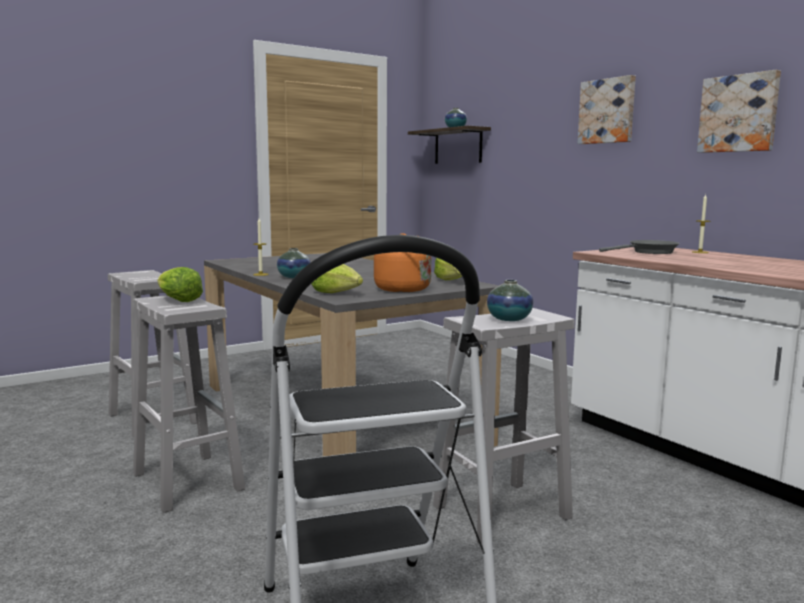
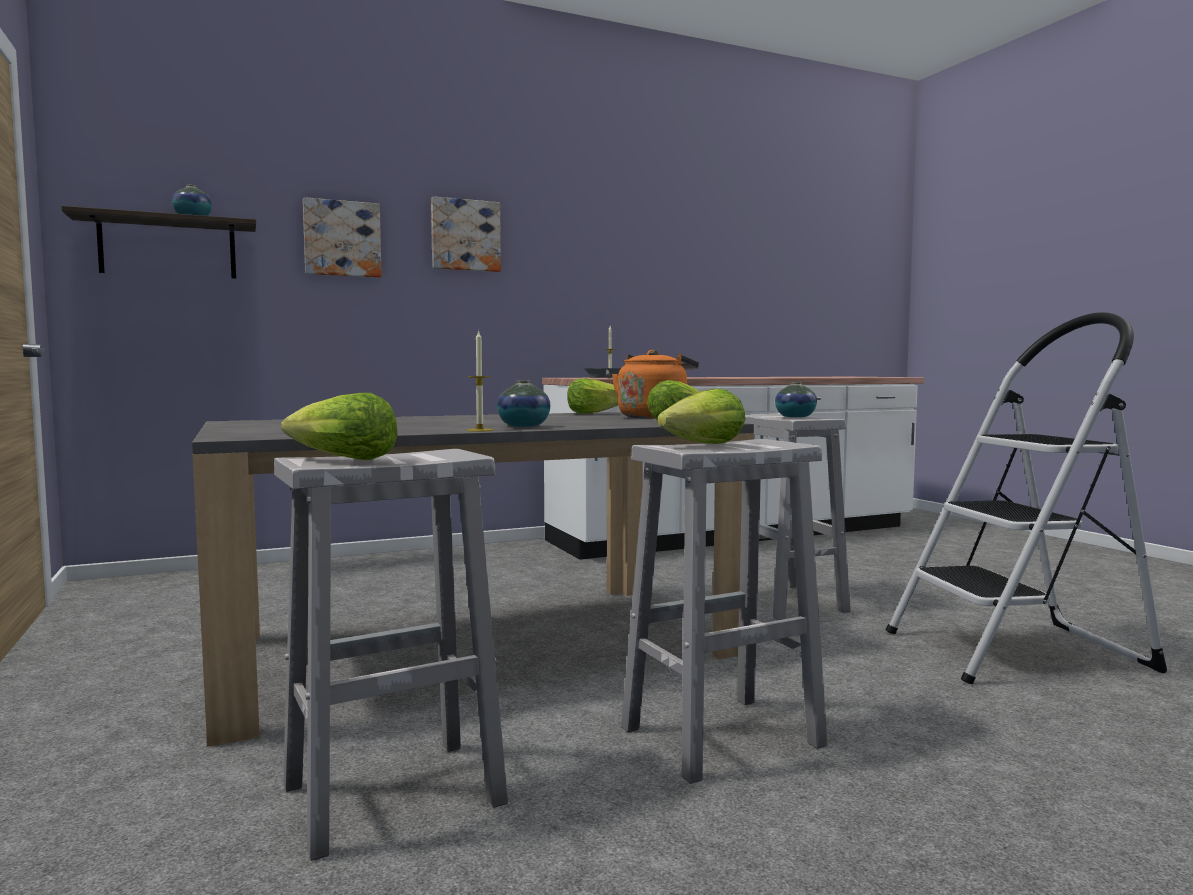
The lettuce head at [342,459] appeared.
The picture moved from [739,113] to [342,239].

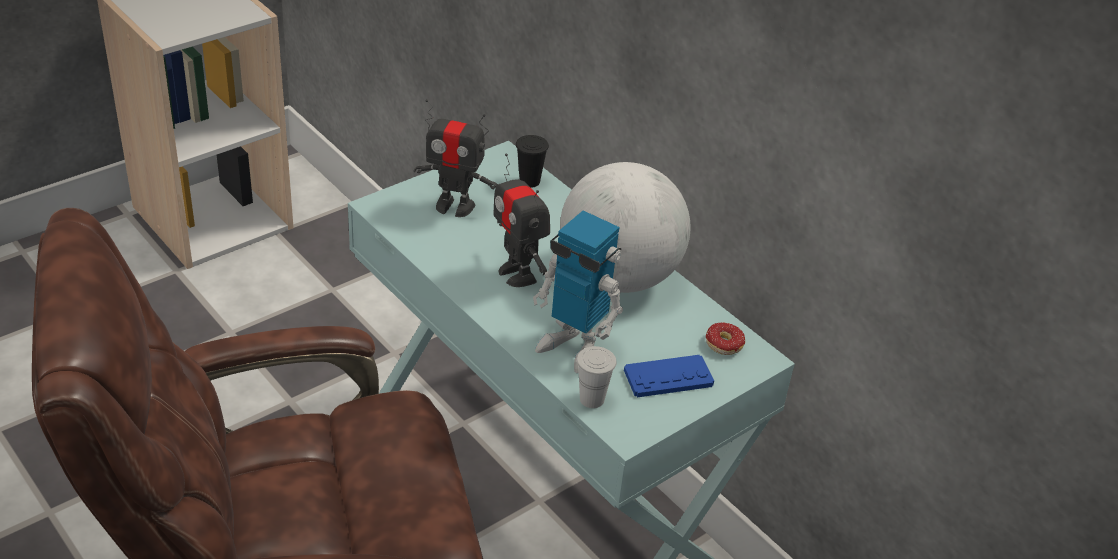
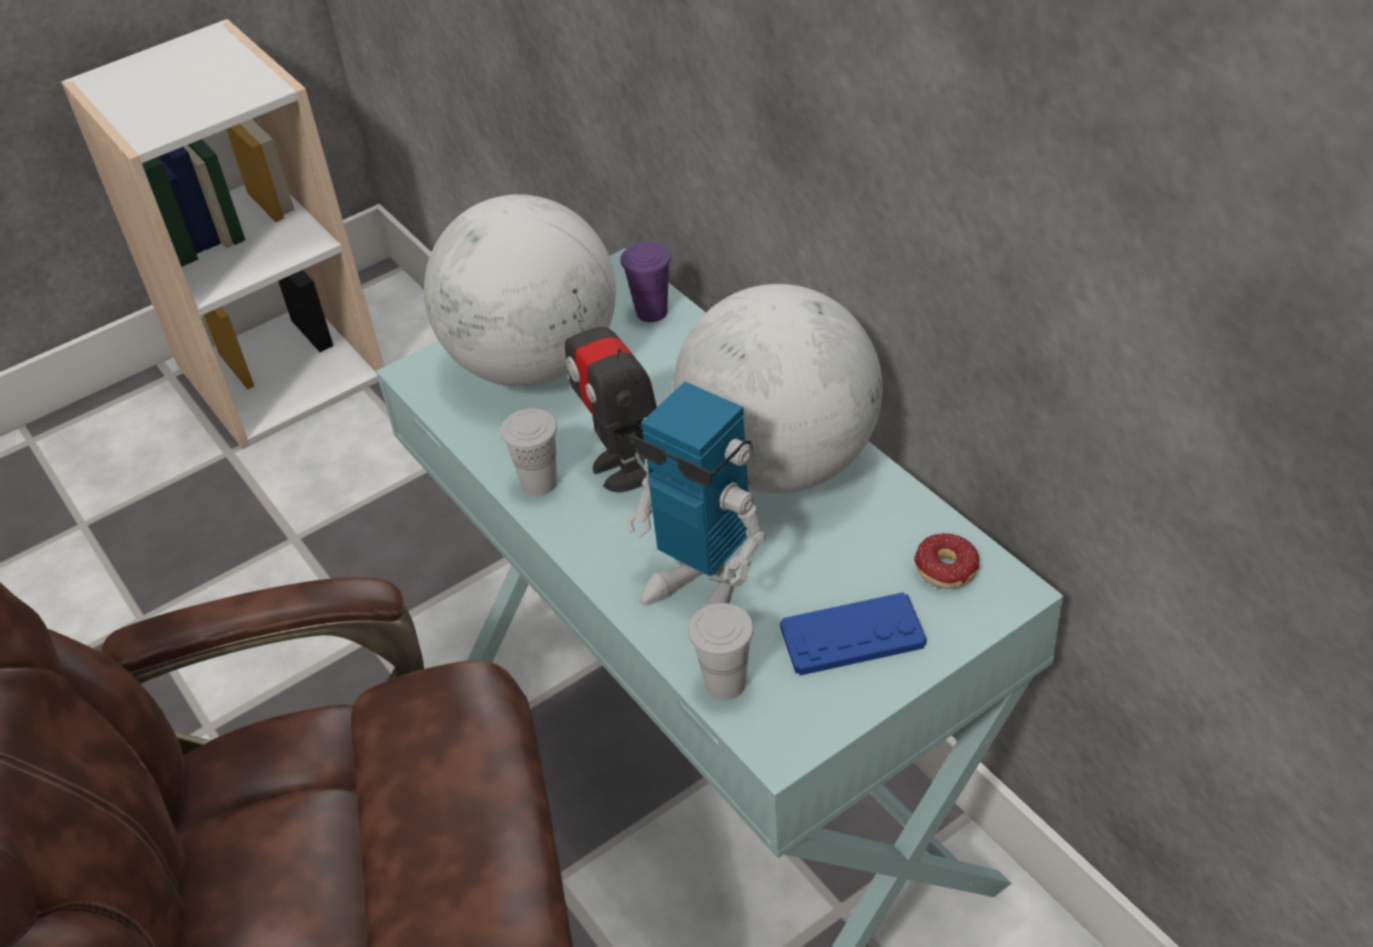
The white small cup at [539,483] appeared.
The toy robot at [454,206] was replaced by the desk globe at [535,363].
The black small cup at [529,181] became the purple-coloured small cup at [651,312].

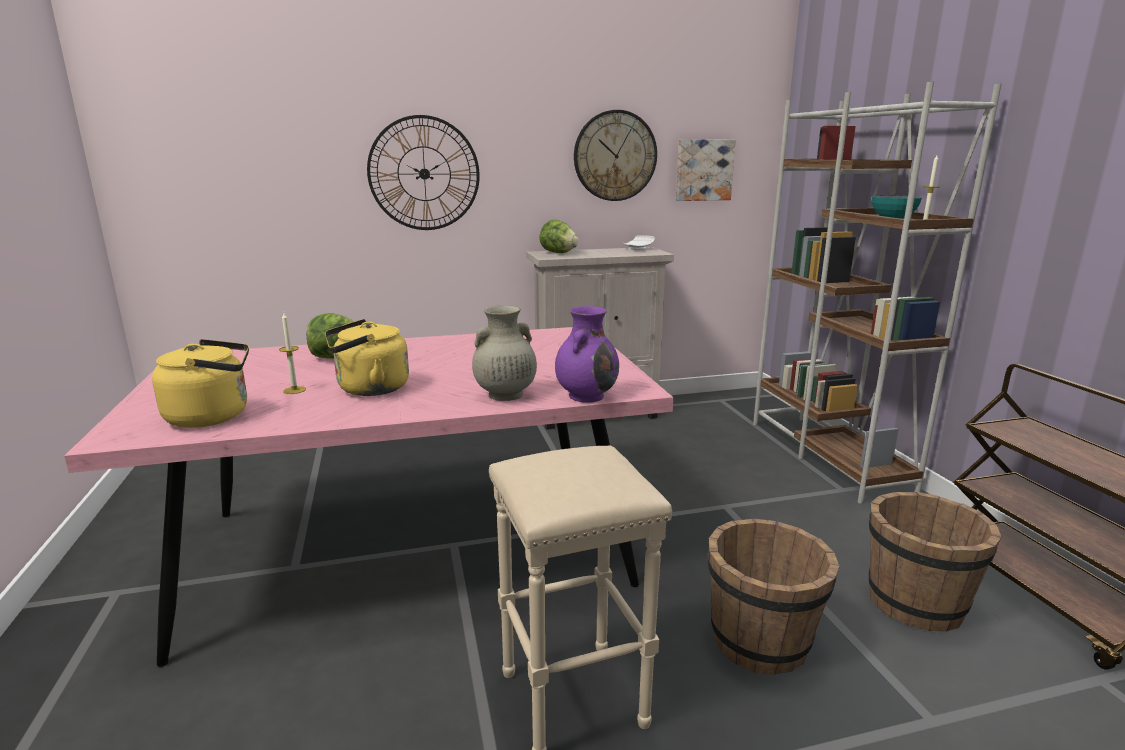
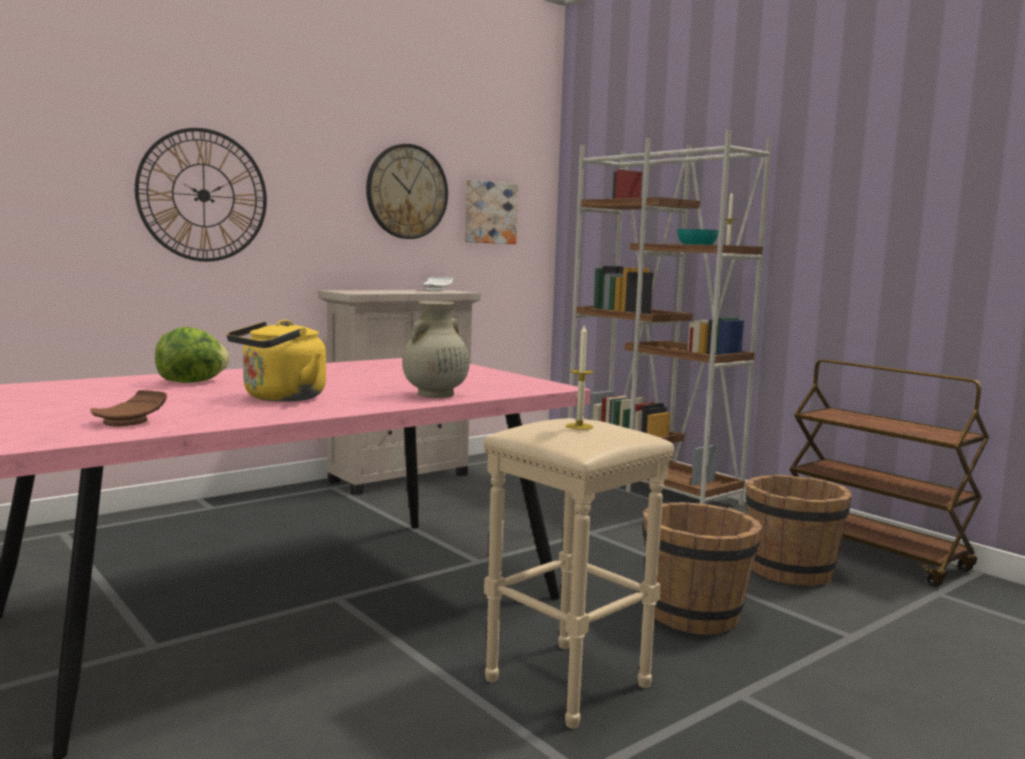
The lettuce head at [558,253] disappeared.
The purple-coloured vase at [586,396] disappeared.
The candle moved from [294,390] to [579,426].
The yellowish kettle at [214,416] was replaced by the brownish flat dish at [131,422].

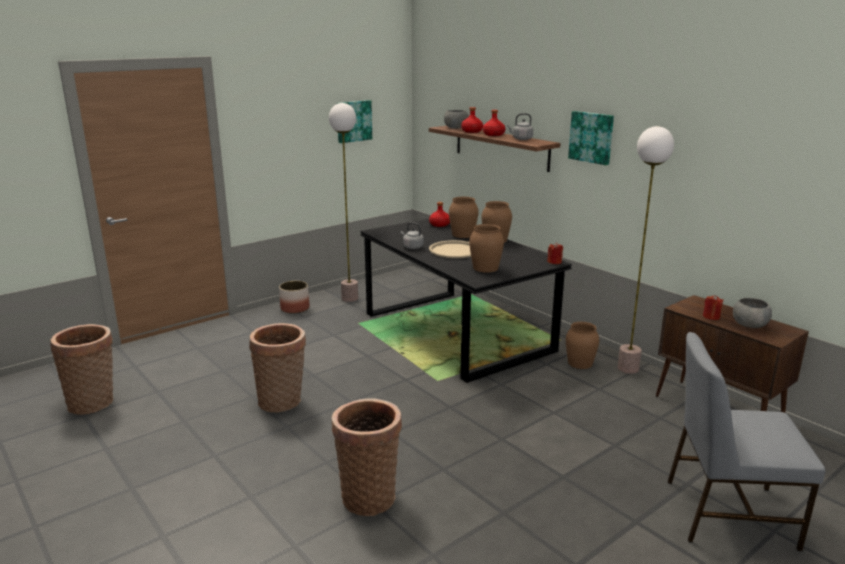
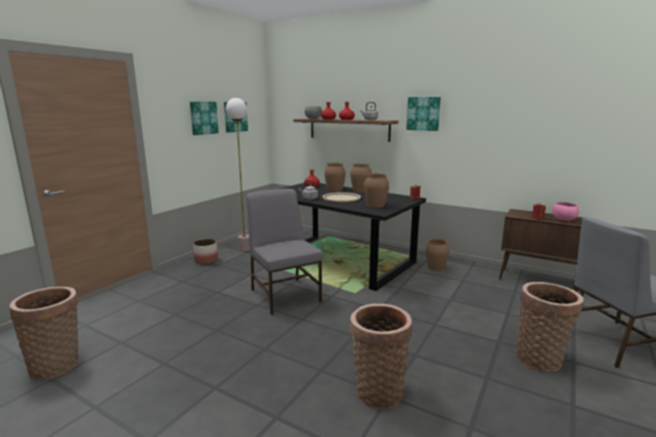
The floor lamp at [628,368] disappeared.
The picture at [203,118] appeared.
The grey plain chair at [285,295] appeared.
The storage basket moved from [282,401] to [540,358].
The grey serving bowl at [749,325] became the pink serving bowl at [563,219].

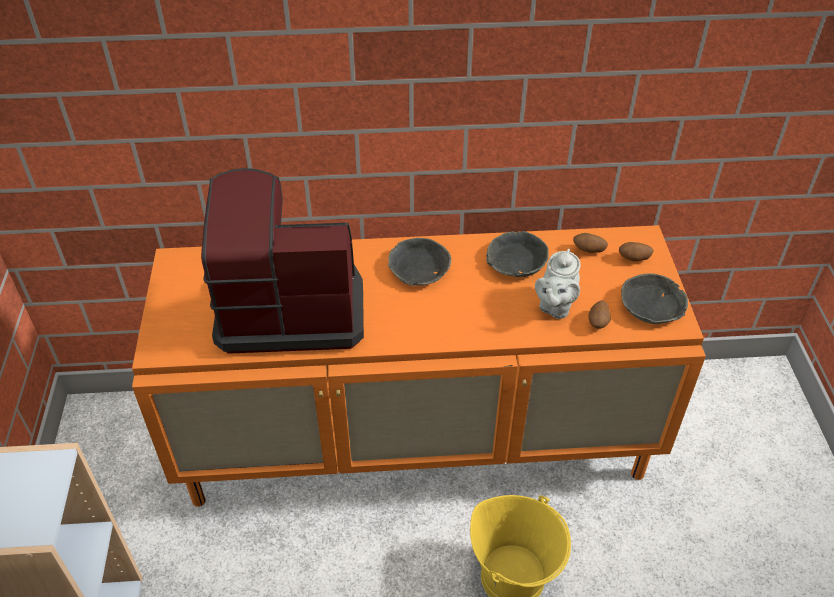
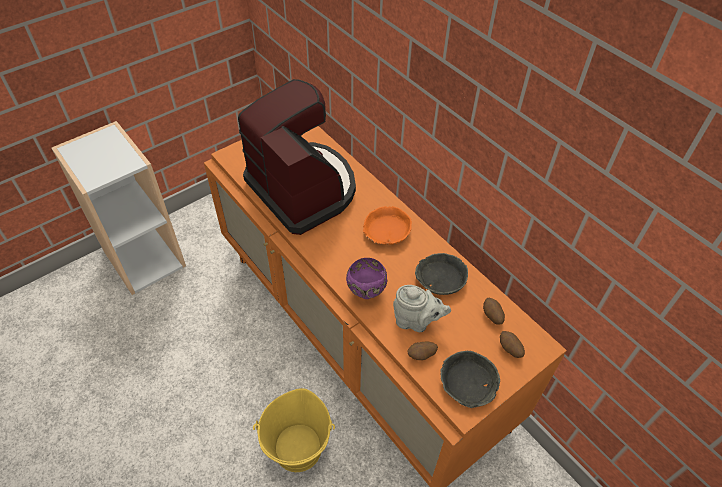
The purple-coloured serving bowl at [366,292] appeared.
The grey serving bowl at [419,269] became the orange-coloured serving bowl at [386,231].
The grey teapot at [555,306] turned 150 degrees counterclockwise.

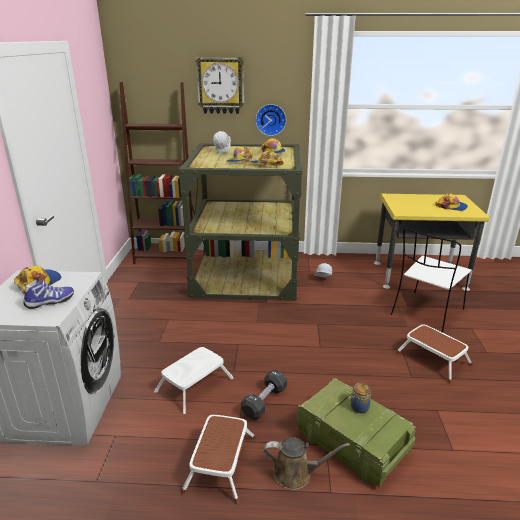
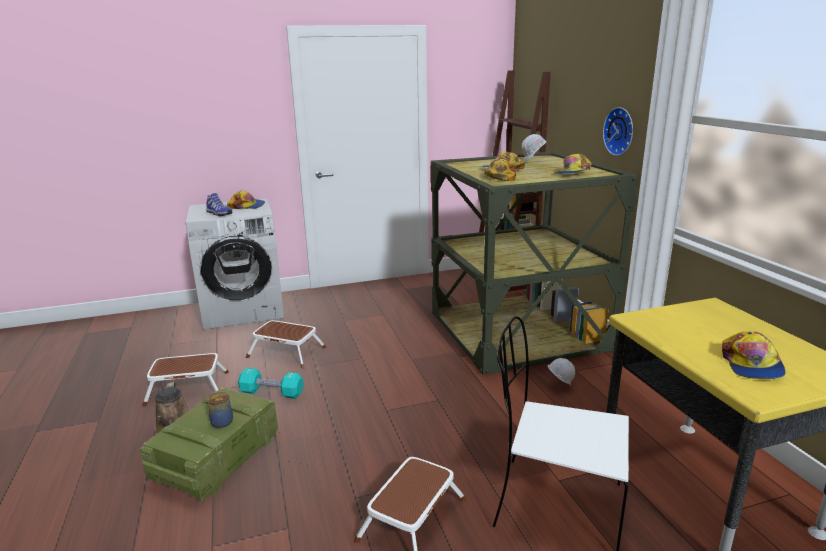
The wall clock at [221,85] disappeared.
The white step ladder at [194,385] became the brownish step ladder at [286,352].
The black hand weight at [264,401] became the blue-green hand weight at [272,393].

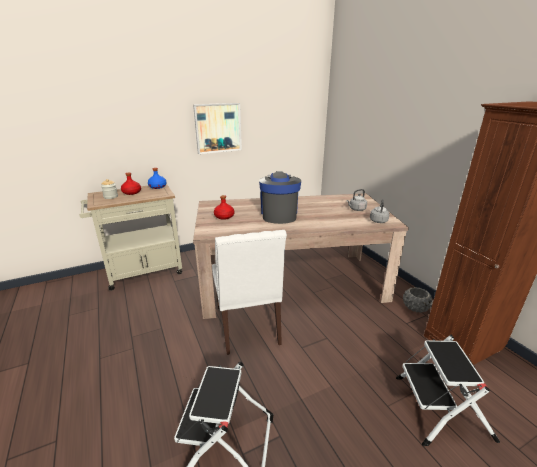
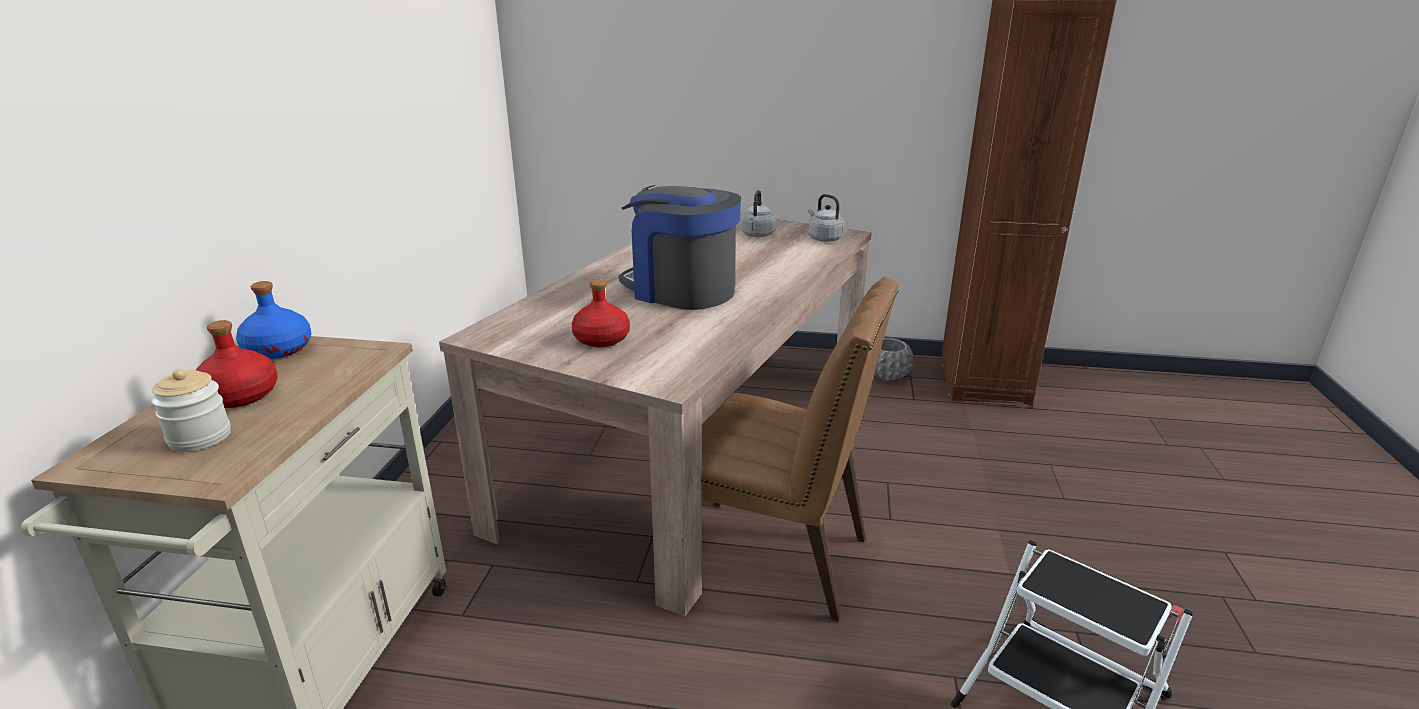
The picture at [218,128] disappeared.
The step ladder at [441,409] disappeared.
The white plain chair at [247,324] became the brownish plain chair at [769,557].

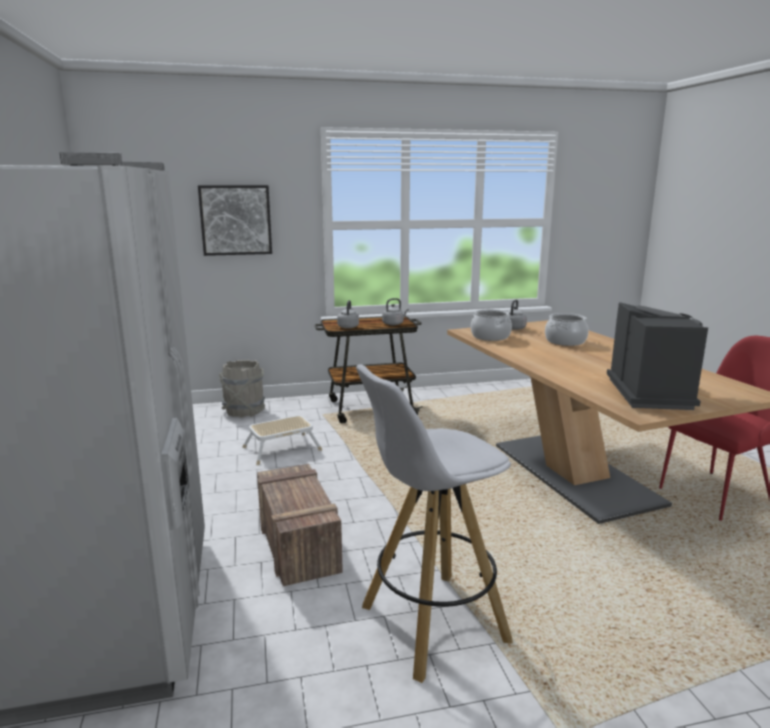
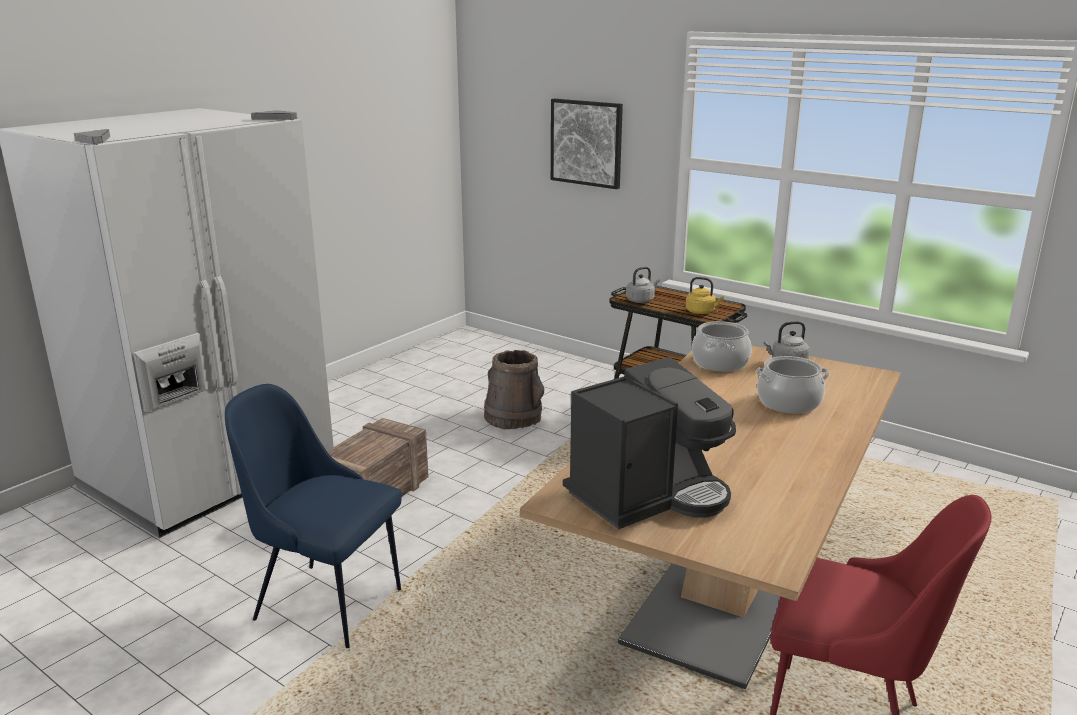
The grey pail at [244,411] disappeared.
The beige step ladder at [282,449] was replaced by the brownish pail at [513,417].
The white sitting stool at [431,624] was replaced by the blue-coloured plain chair at [326,605].
The grey kettle at [394,324] became the yellowish kettle at [701,312].

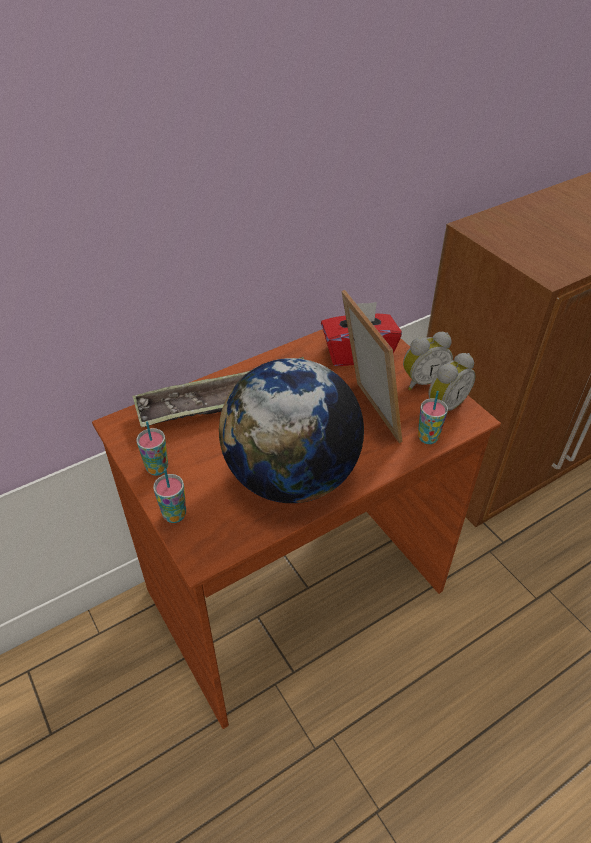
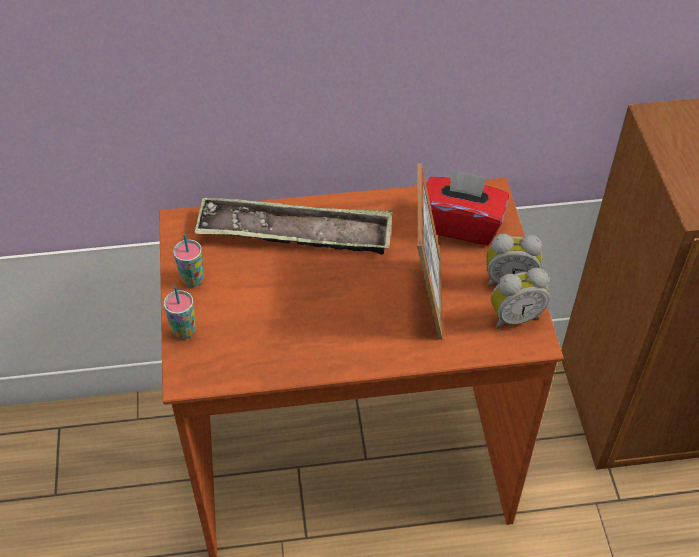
The desk globe at [291,477] disappeared.
The small cup at [428,437] disappeared.

